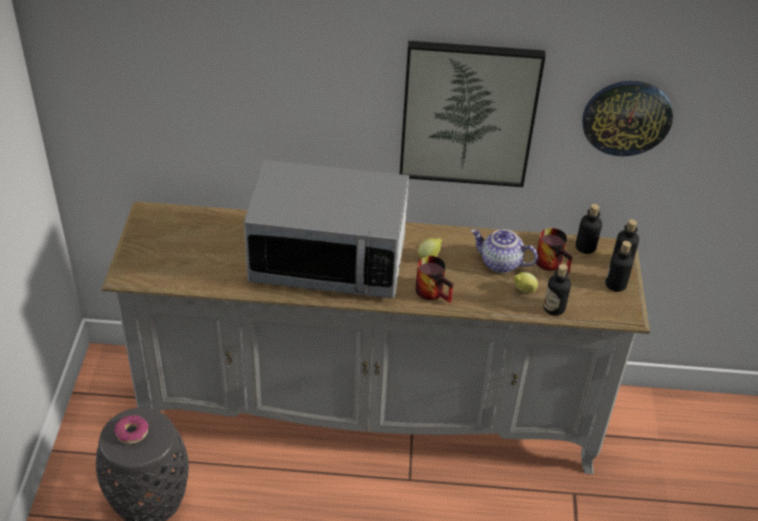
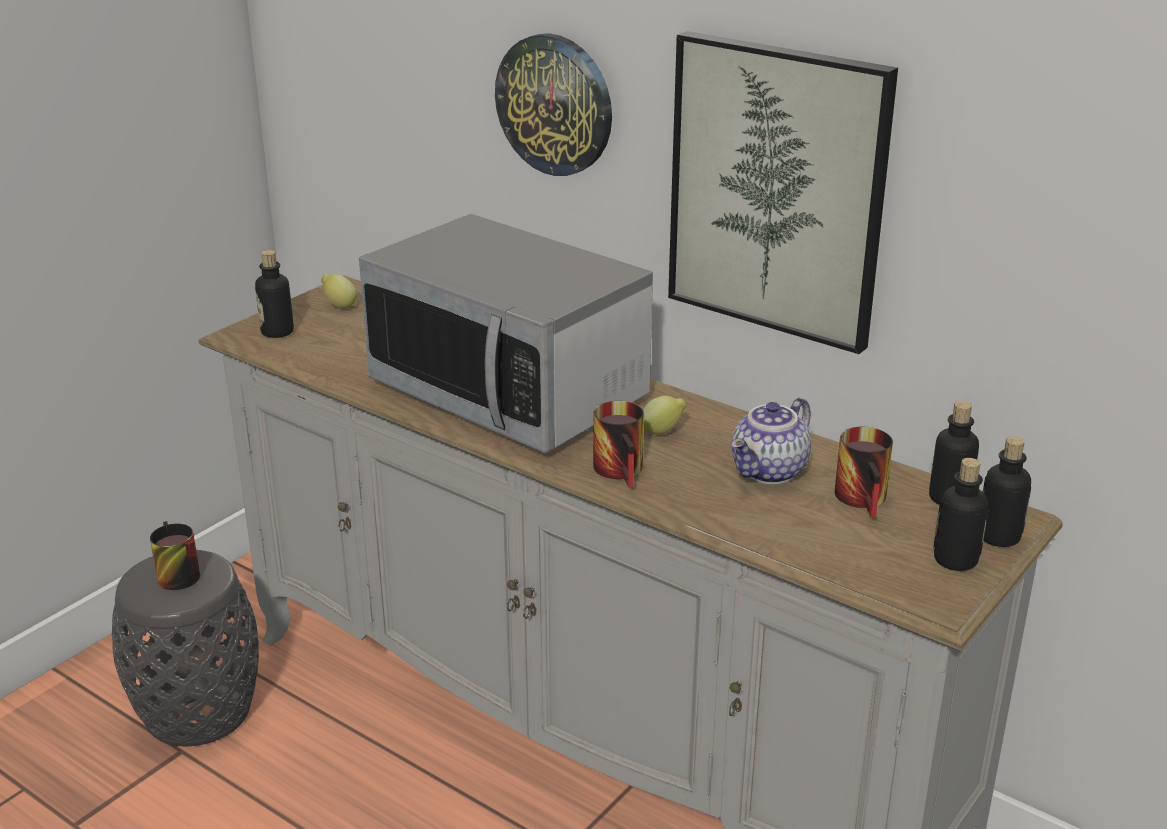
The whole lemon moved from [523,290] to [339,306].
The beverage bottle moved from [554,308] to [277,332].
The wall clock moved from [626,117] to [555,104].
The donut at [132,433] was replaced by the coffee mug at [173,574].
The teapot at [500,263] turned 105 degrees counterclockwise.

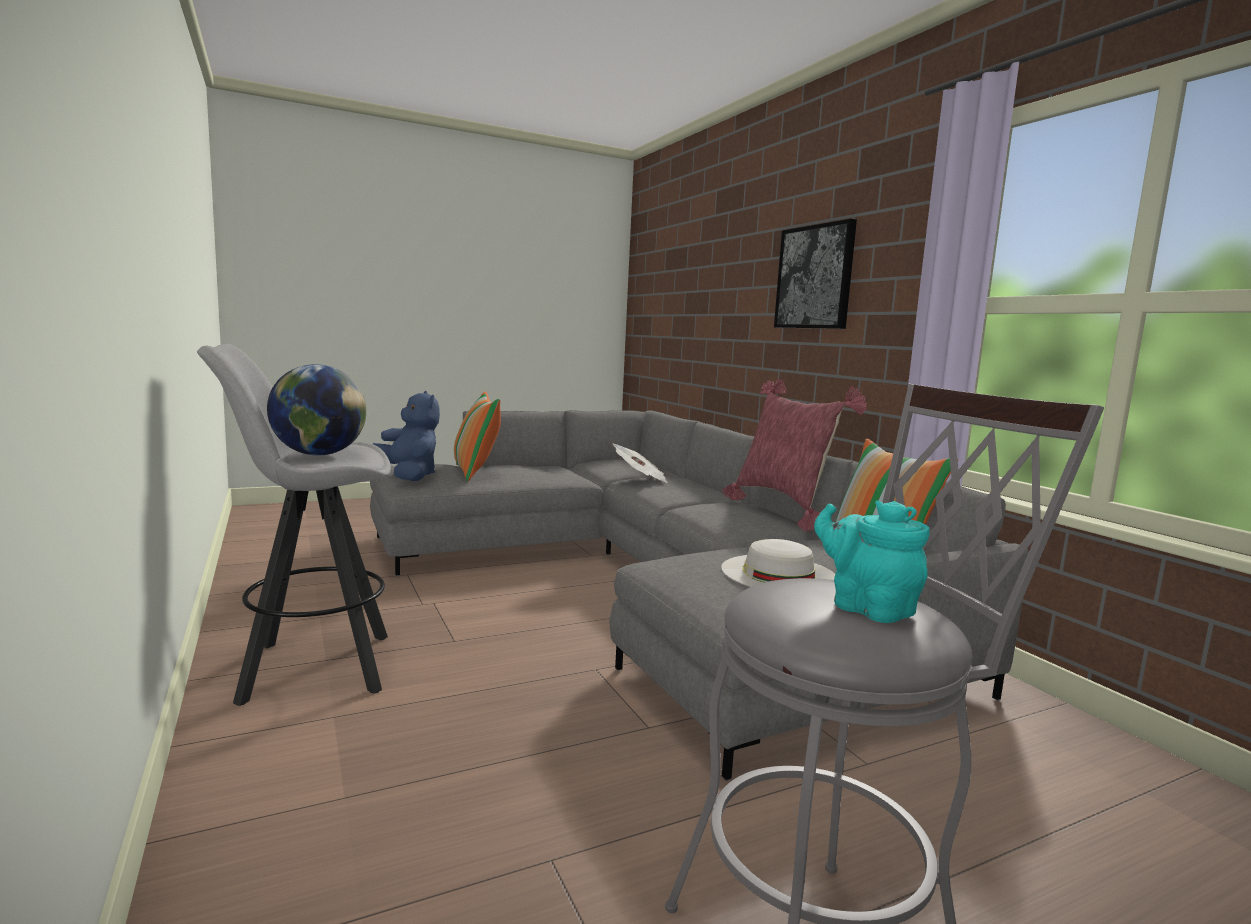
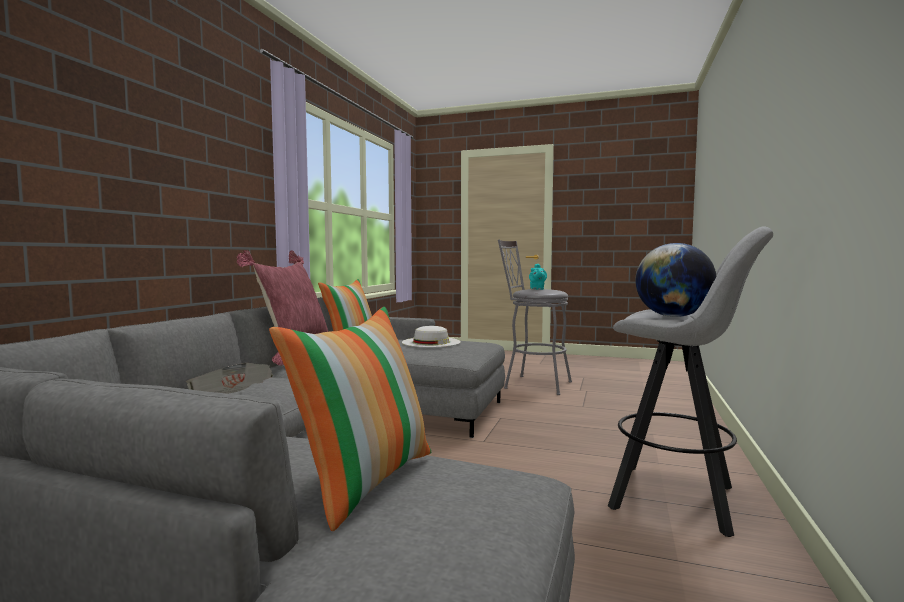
The blue-coloured plush toy at [409,476] disappeared.
The picture at [815,277] disappeared.

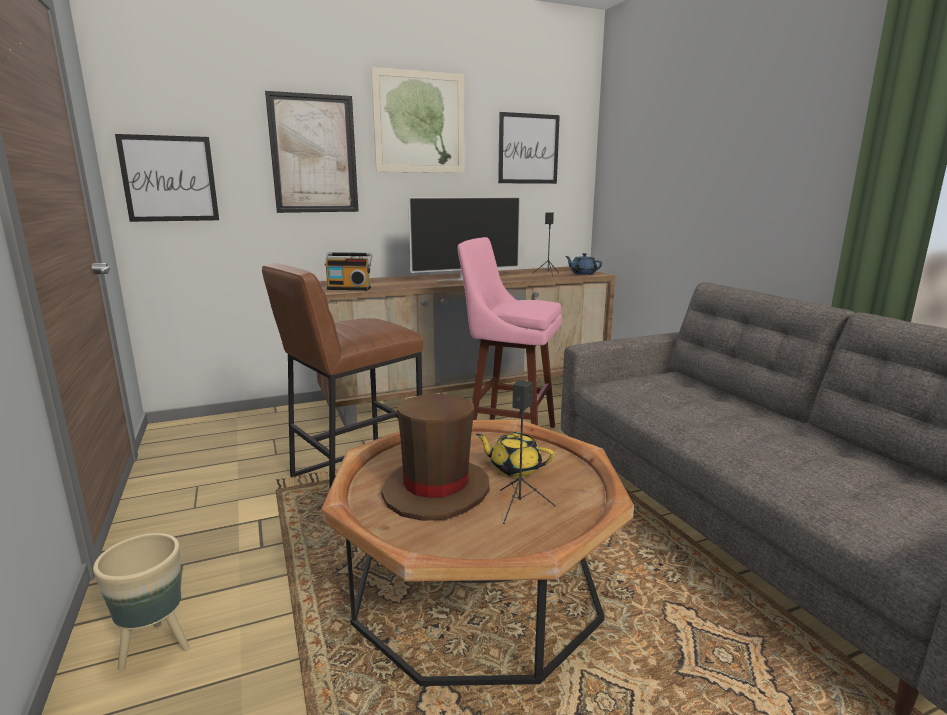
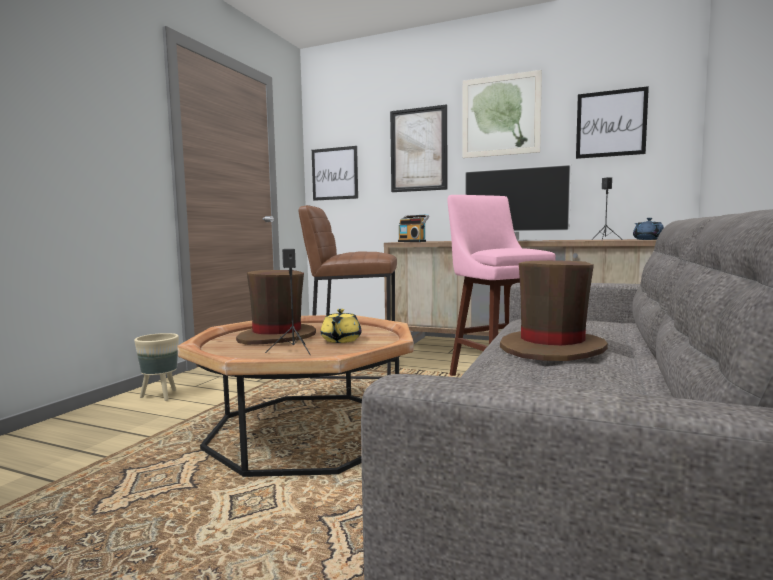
The brownish clothing hat at [552,348] appeared.
The yellowish teapot at [514,469] turned 150 degrees counterclockwise.

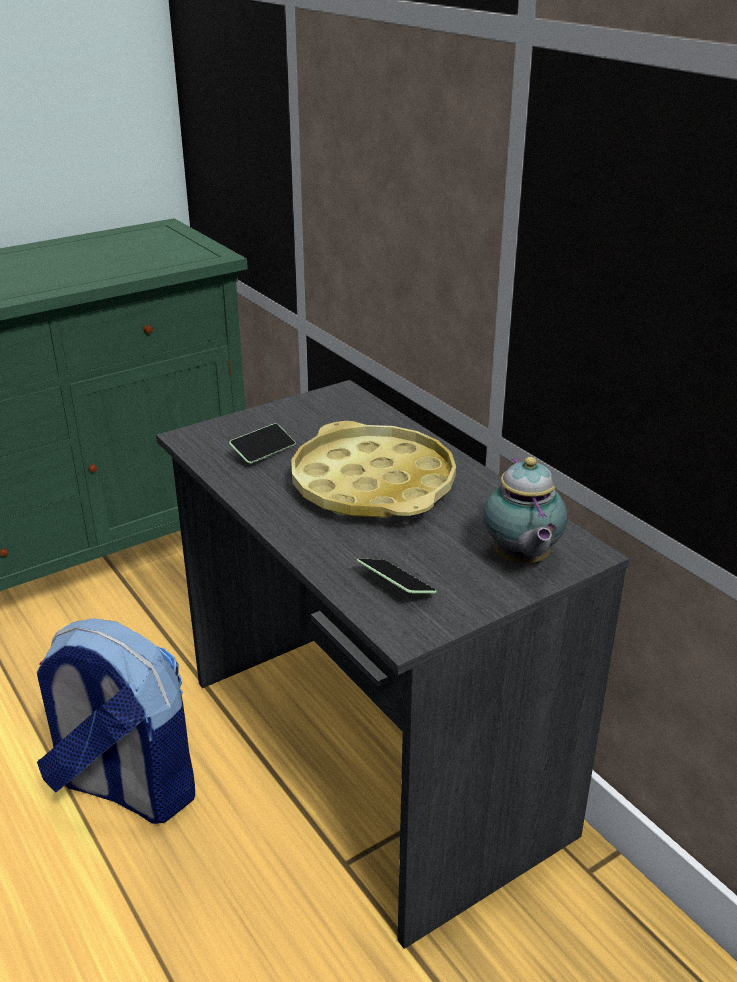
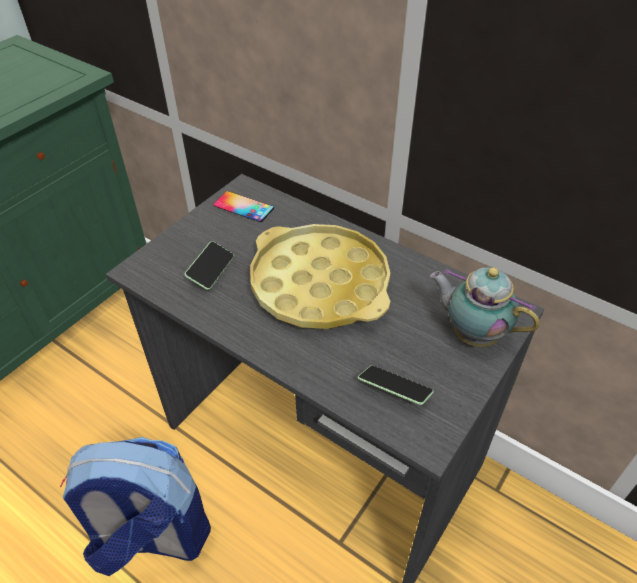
The telephone at [243,207] appeared.
The teapot at [521,560] turned 150 degrees clockwise.

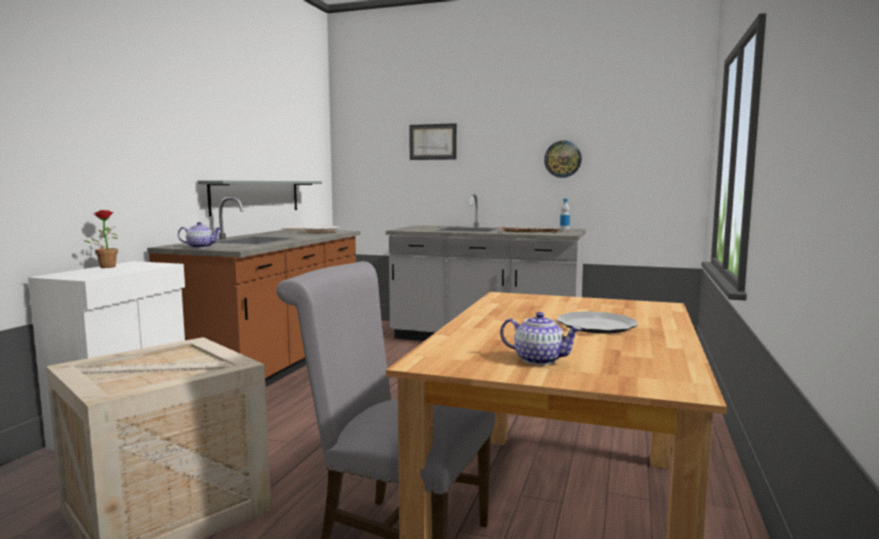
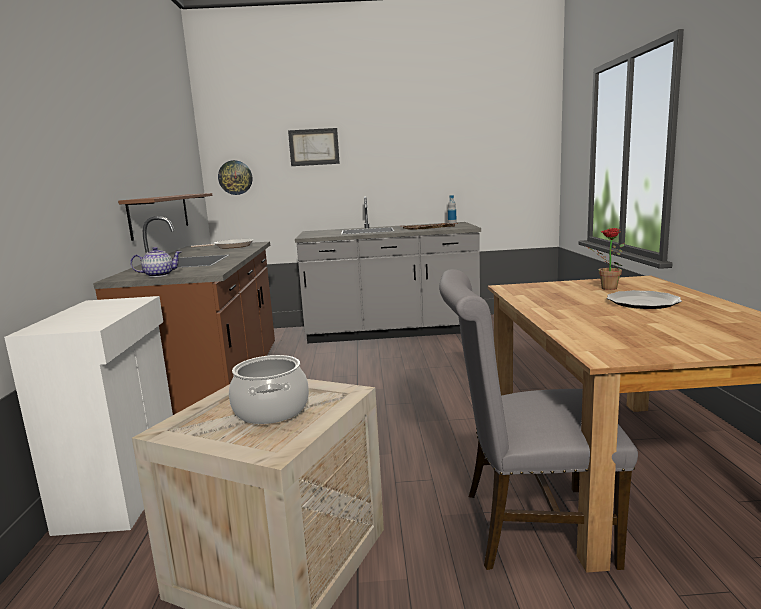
The teapot at [538,359] disappeared.
The saucepot at [272,410] appeared.
The houseplant moved from [107,266] to [605,288].
The wall clock moved from [562,159] to [235,177].
The grey bracket shelf at [256,197] became the brownish bracket shelf at [160,214].

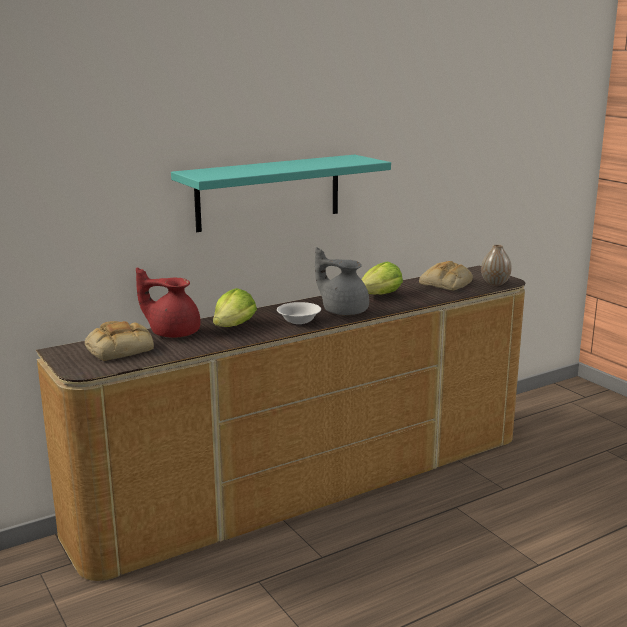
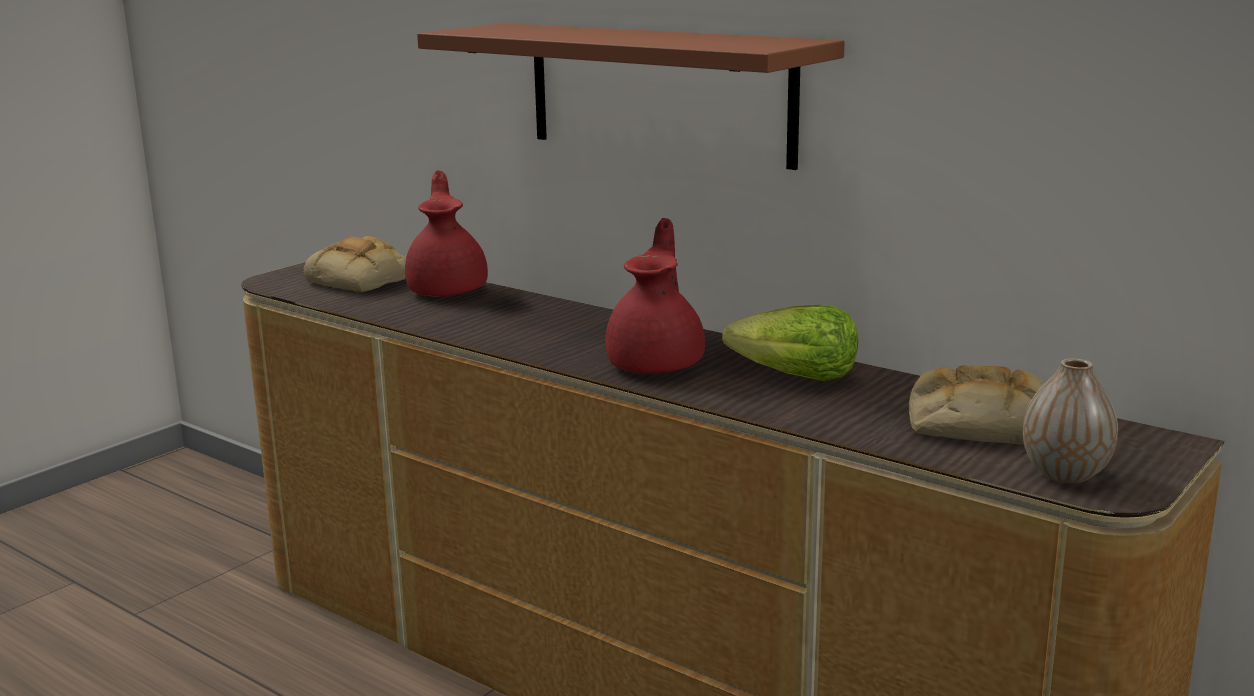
The lettuce head at [234,327] disappeared.
The white serving bowl at [299,321] disappeared.
The blue-green bracket shelf at [269,192] became the brownish bracket shelf at [658,92].
The grey teapot at [343,311] became the red teapot at [658,364].

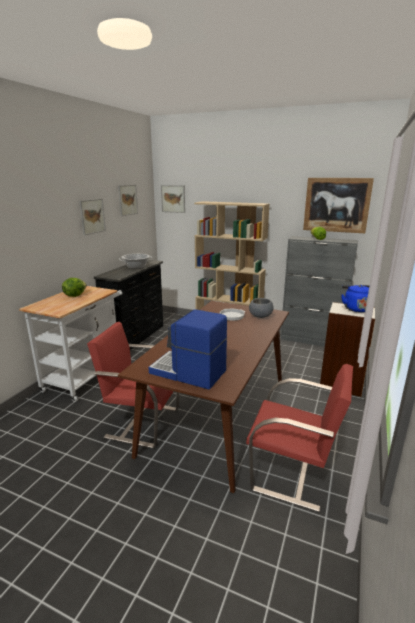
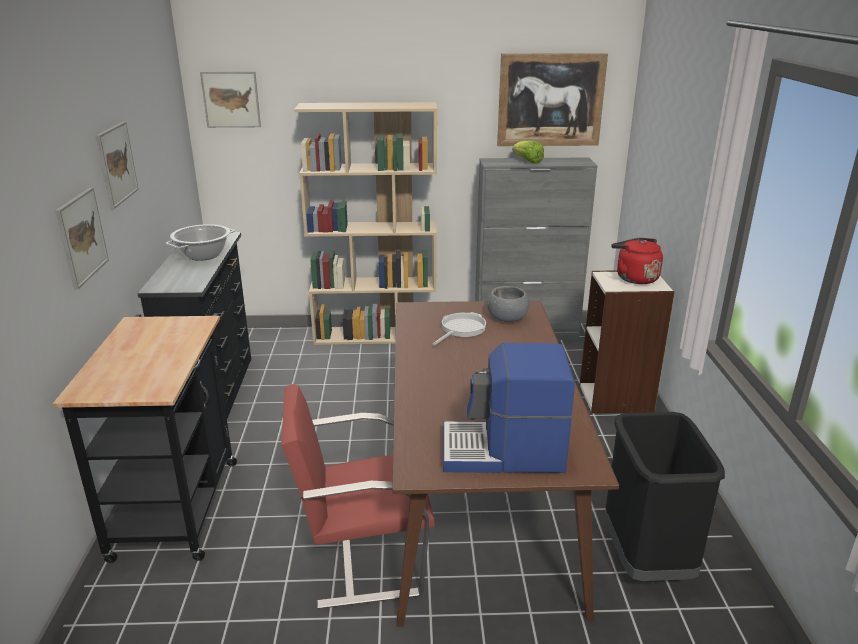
The lettuce head at [74,295] disappeared.
The picture moved from [128,200] to [82,237].
The red plain chair at [292,473] was replaced by the black rubbish bin at [647,560].
The white cart at [86,376] became the black cart at [178,501].
The blue-coloured kettle at [355,308] became the red kettle at [634,278].

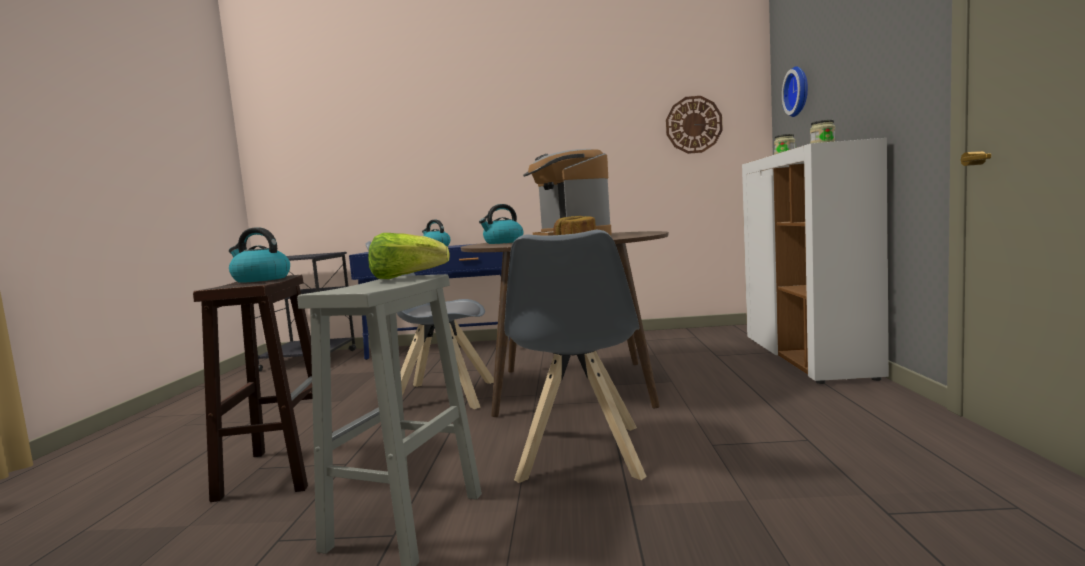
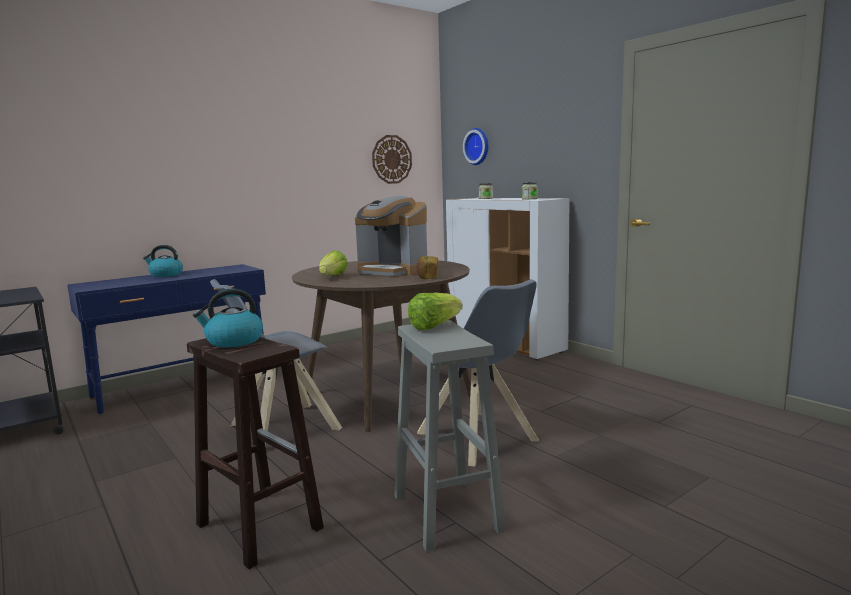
The kettle at [503,242] was replaced by the lettuce head at [333,277].

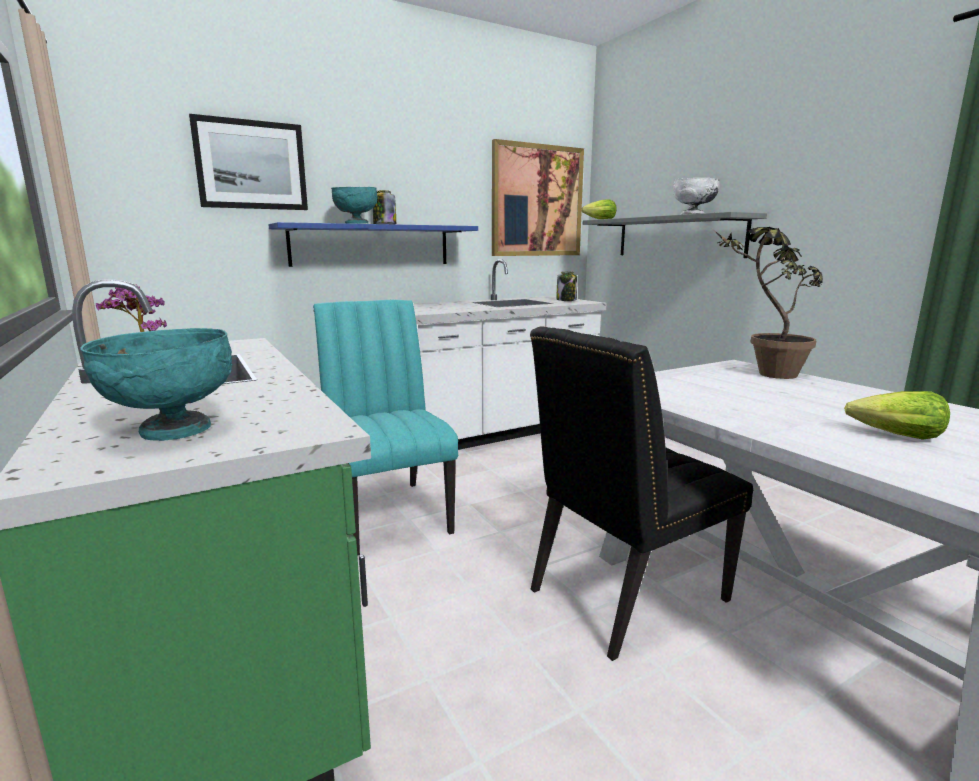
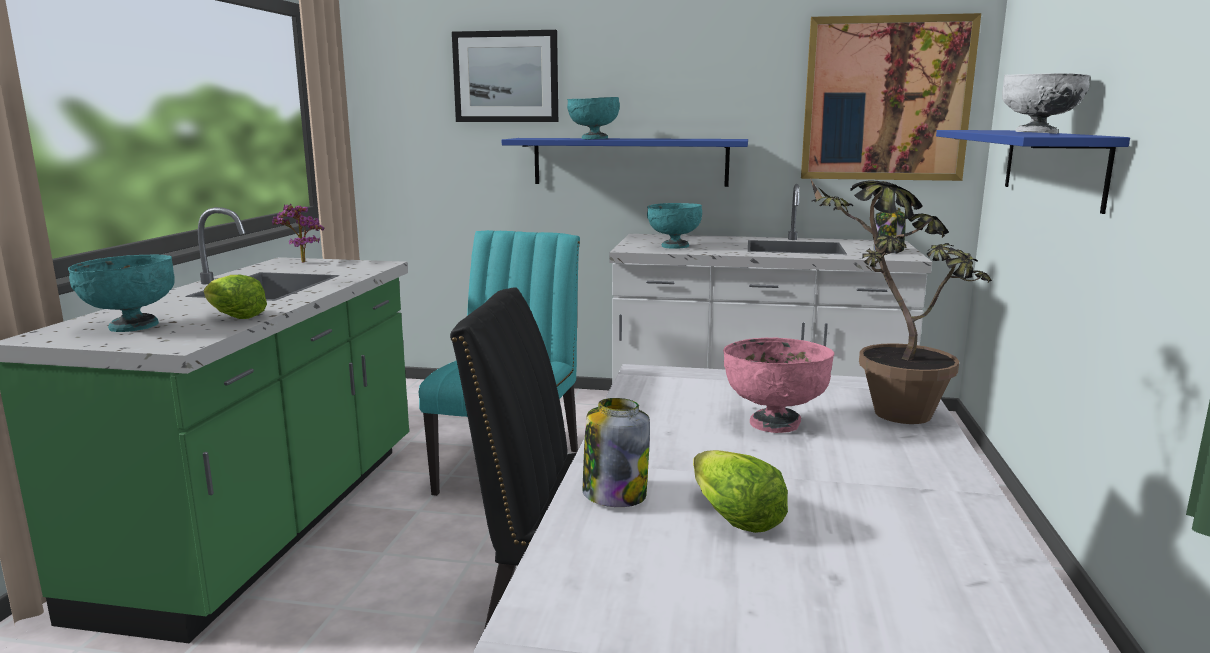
The blue-green serving bowl at [674,246] appeared.
The pink serving bowl at [774,423] appeared.
The storage jar moved from [384,225] to [614,494].
The lettuce head moved from [600,219] to [234,317].
The grey bracket shelf at [678,237] became the blue-coloured bracket shelf at [1052,165].

